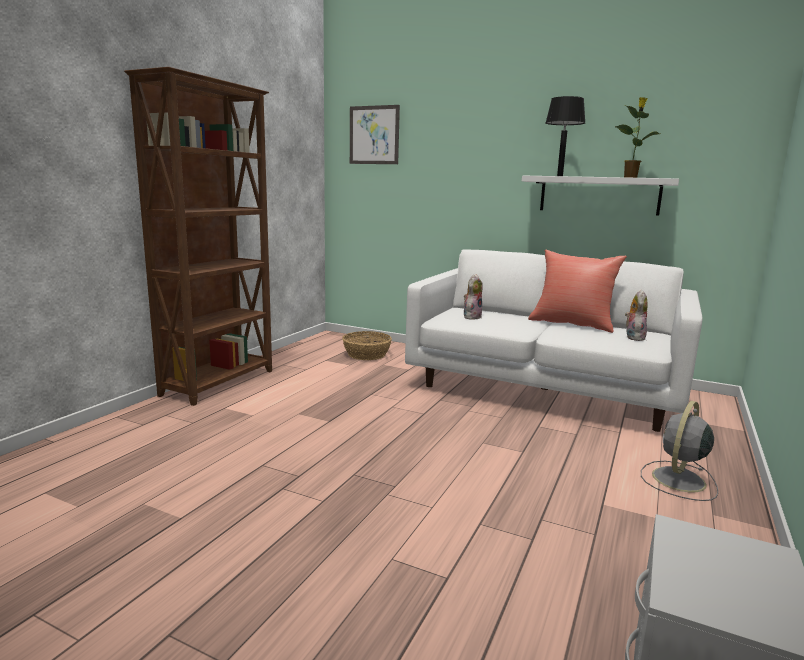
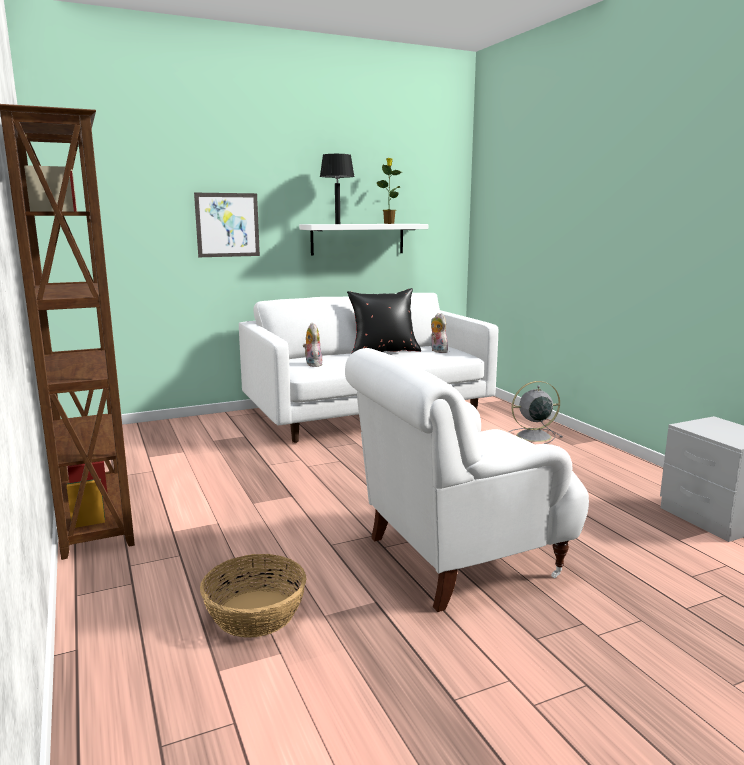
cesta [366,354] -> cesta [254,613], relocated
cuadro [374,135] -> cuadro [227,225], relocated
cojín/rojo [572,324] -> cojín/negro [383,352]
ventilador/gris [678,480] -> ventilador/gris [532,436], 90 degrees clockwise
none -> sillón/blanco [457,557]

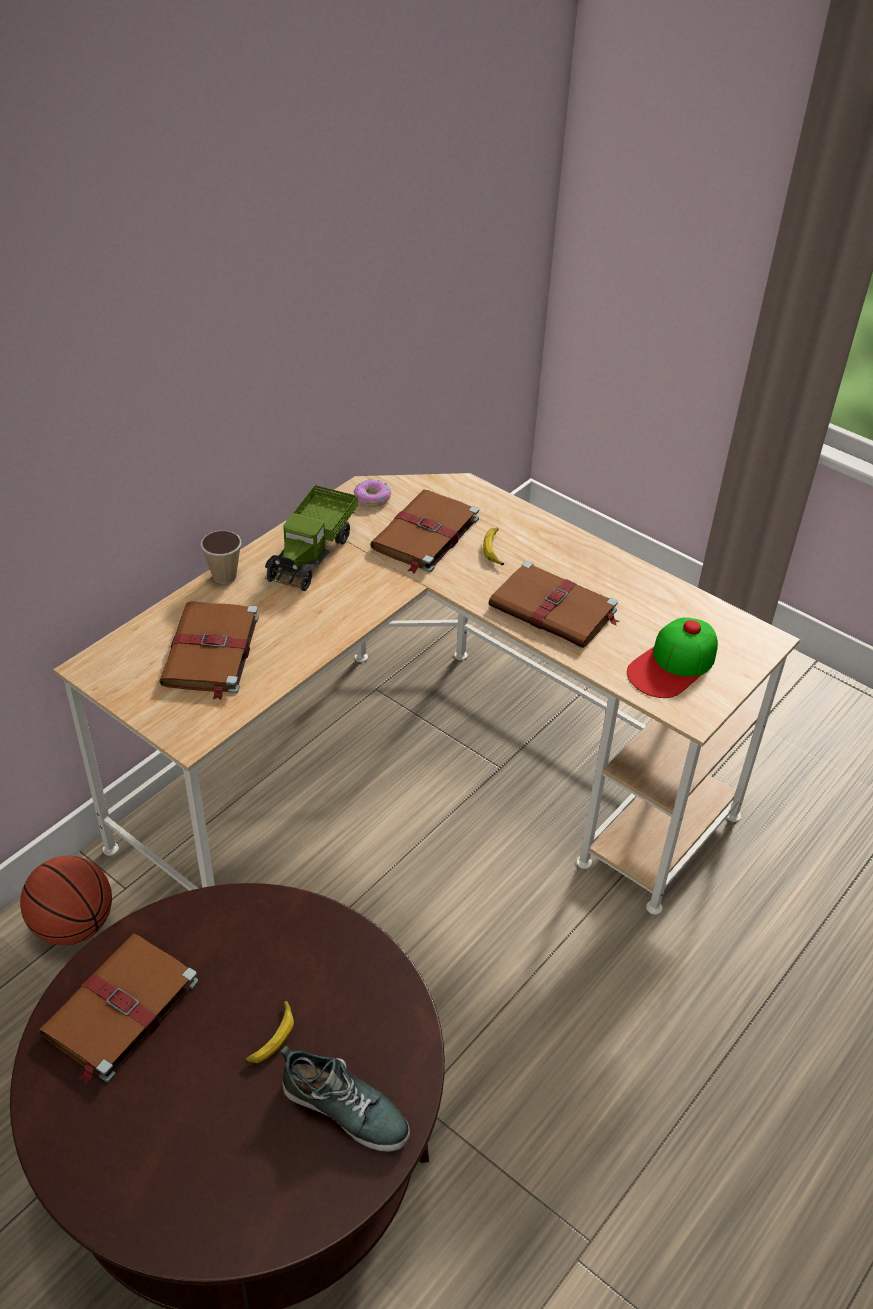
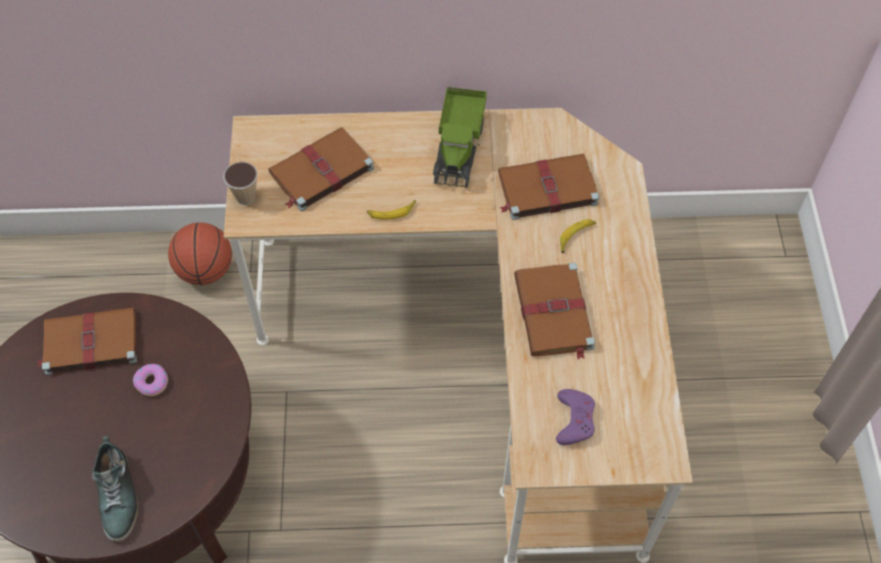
taza [224,576] -> taza [245,196], relocated
plátano [271,1037] -> plátano [391,212], relocated
camión de juguete [313,554] -> camión de juguete [459,148], 60 degrees counterclockwise
rosquilla [372,498] -> rosquilla [151,382], relocated
gorra [673,664] -> mando de consola/morado [574,419]

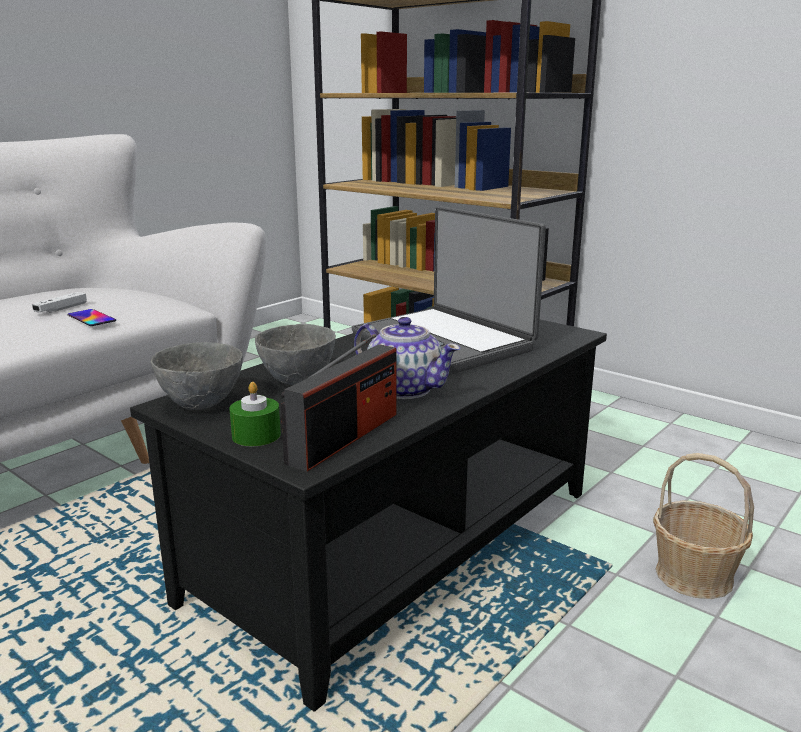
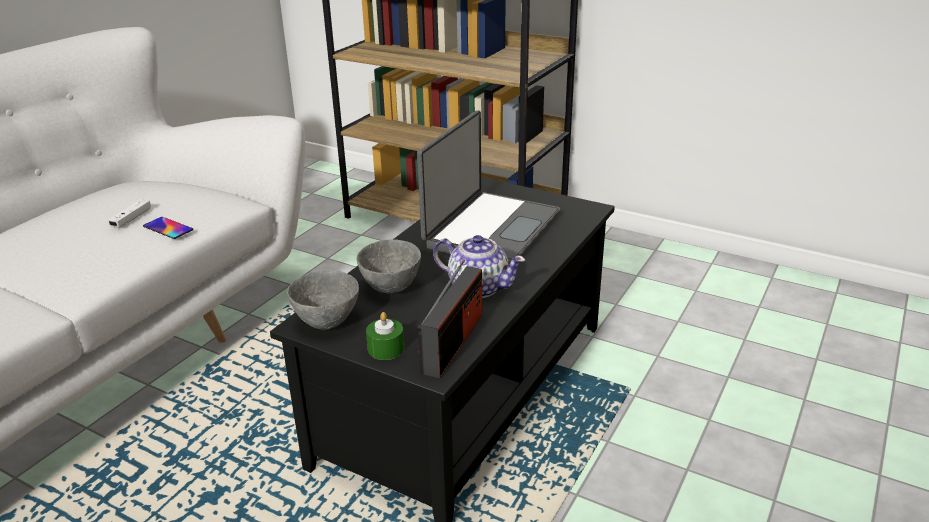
portátil [445,342] -> portátil [490,229], 105 degrees counterclockwise
cesta [694,576] -> none

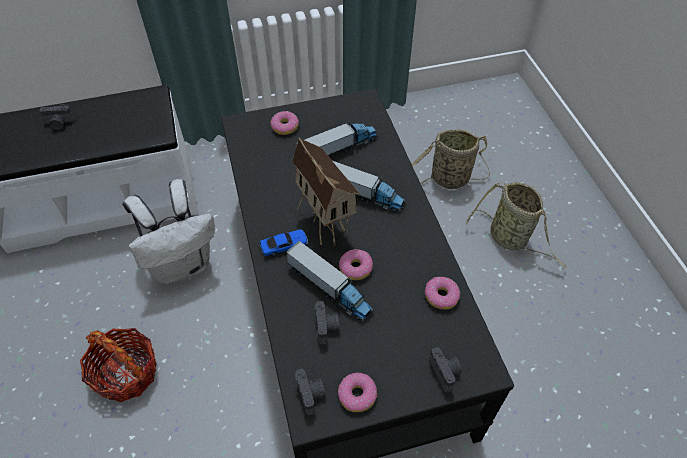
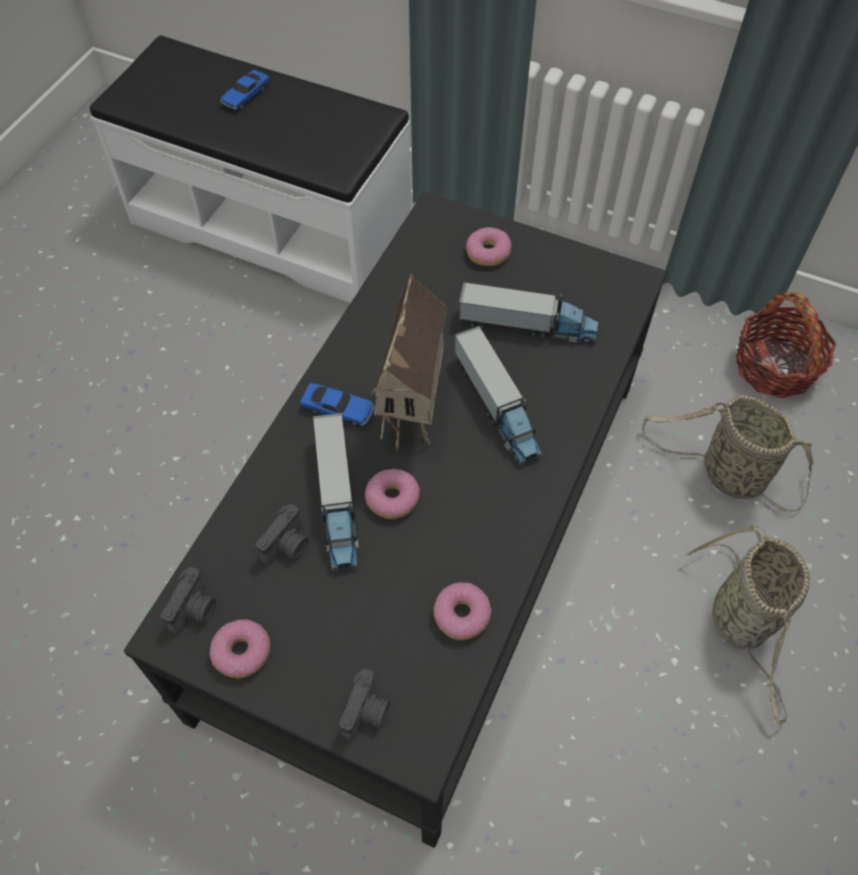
cámara [59,124] -> coche de juguete [246,96]
cesta [126,373] -> cesta [775,367], relocated
mochila/blanco [183,264] -> none

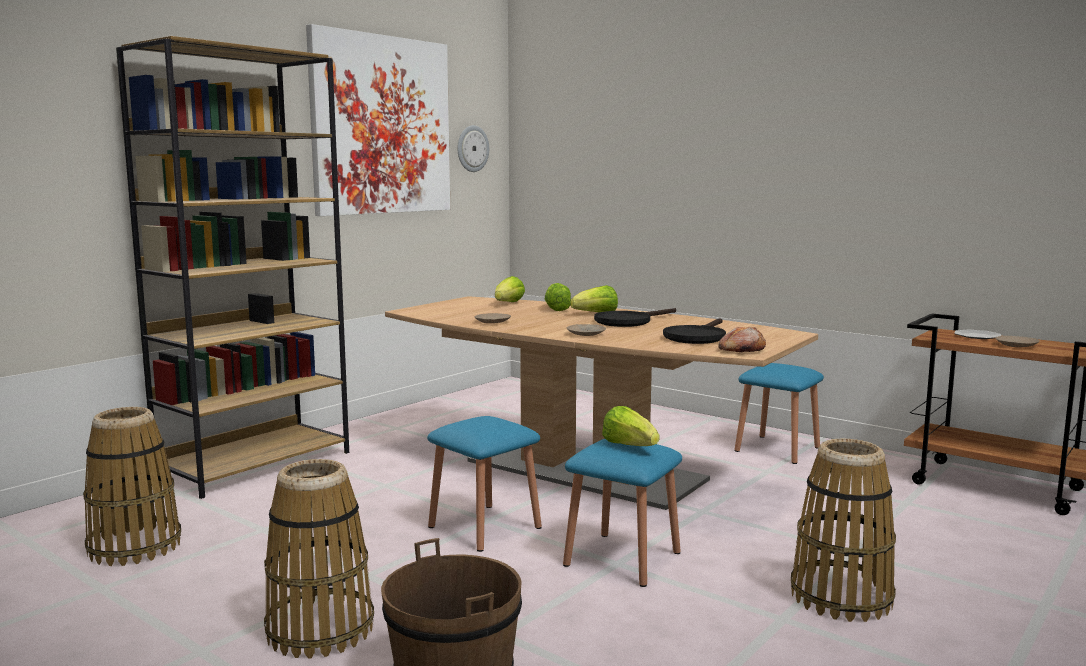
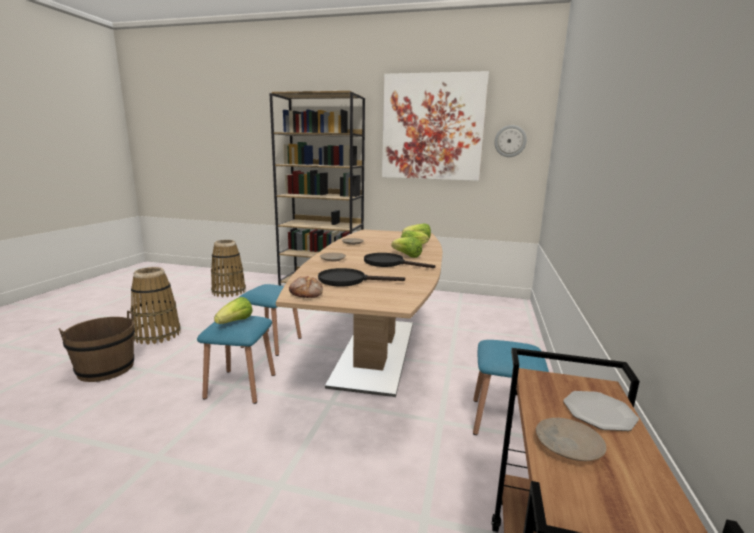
cesta [841,597] -> none

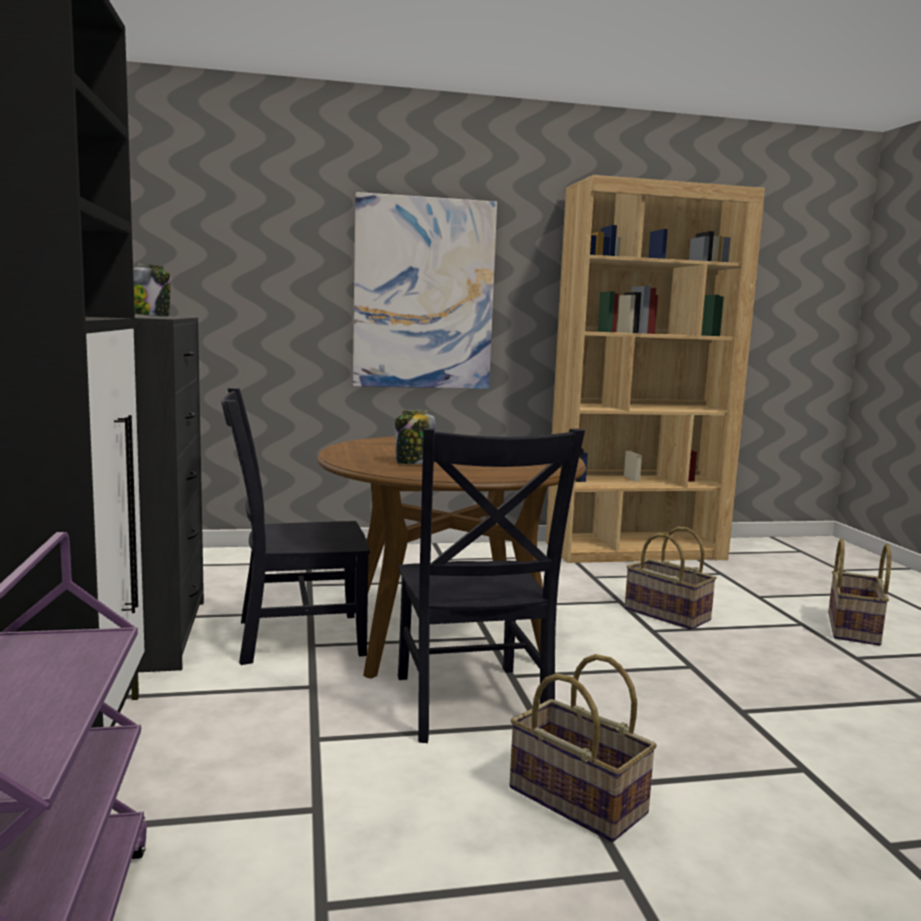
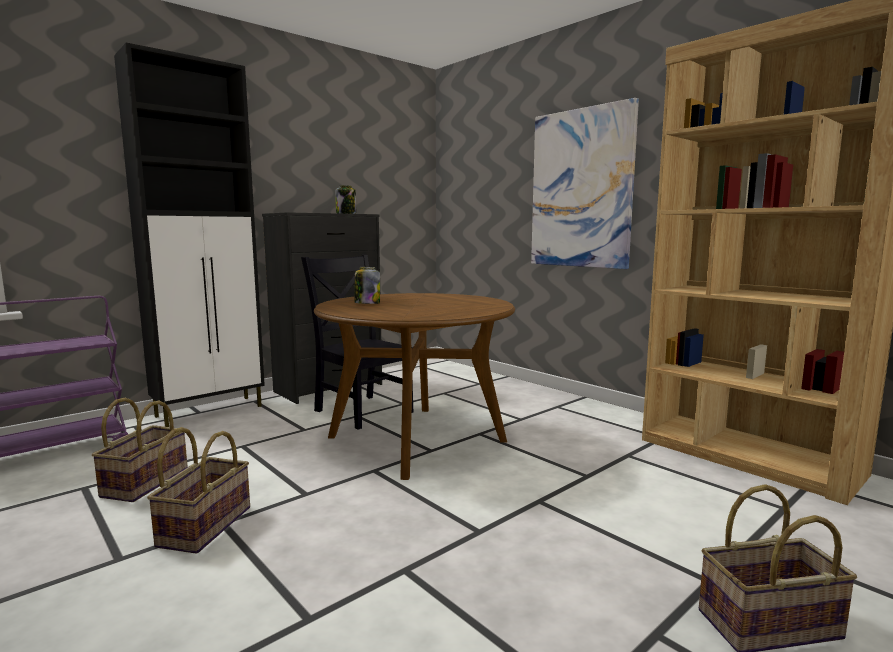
silla/negro [471,706] -> none
cesta [665,615] -> cesta [144,482], relocated

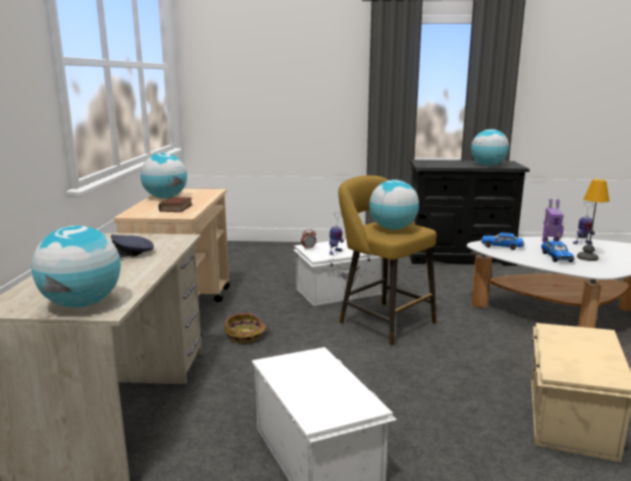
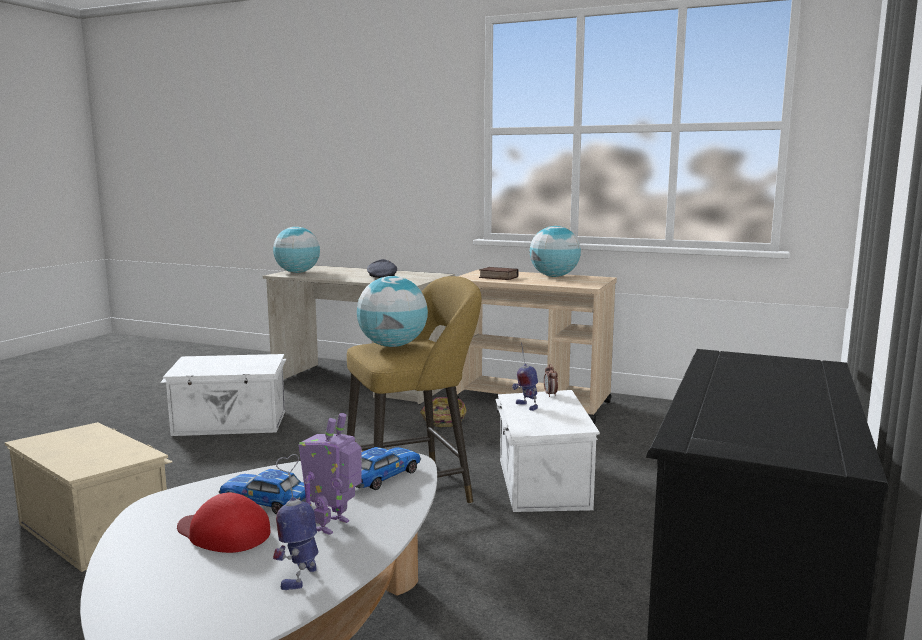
globo terráqueo [488,165] -> none
lámpara de mesa [587,257] -> gorra/rojo [223,533]

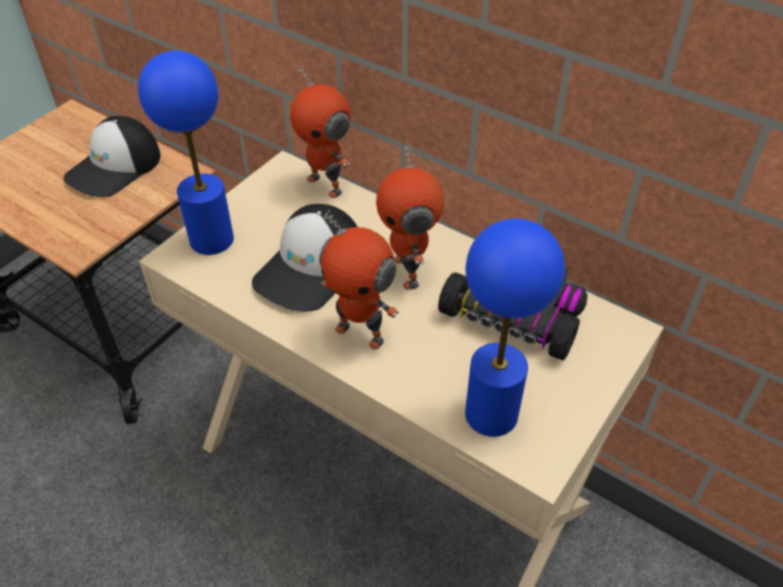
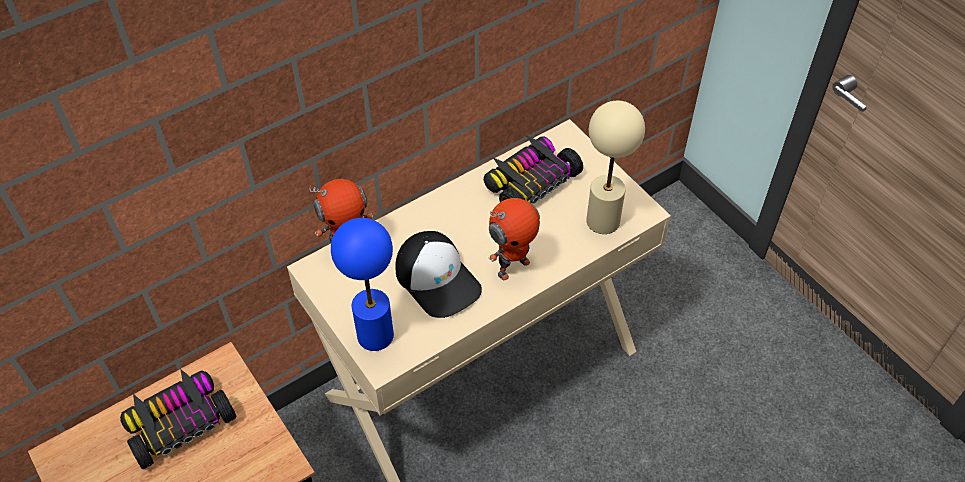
gorra [115,168] -> coche de juguete [179,422]
robot de juguete [409,271] -> none
lámpara de mesa/azul [491,415] -> lámpara de mesa/beis [603,221]

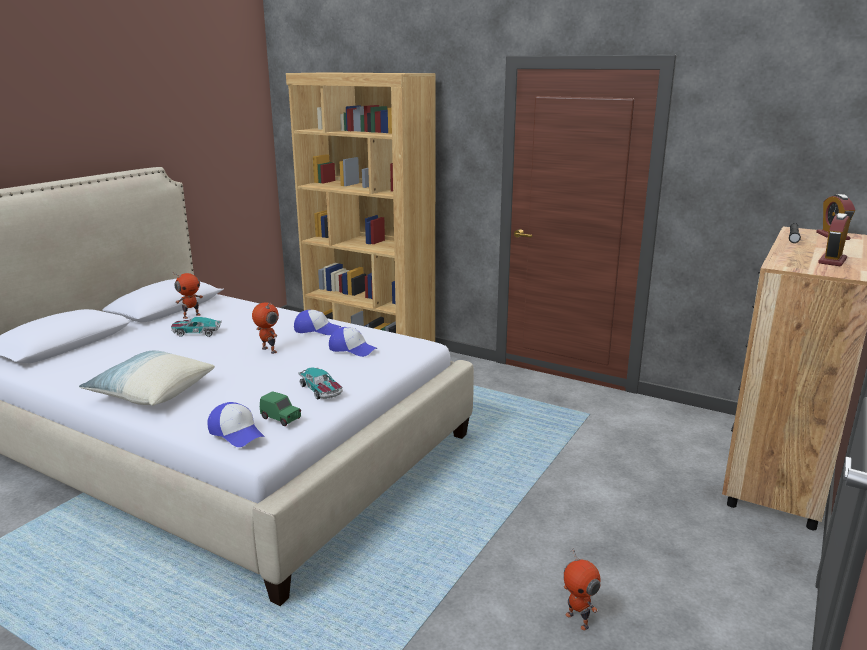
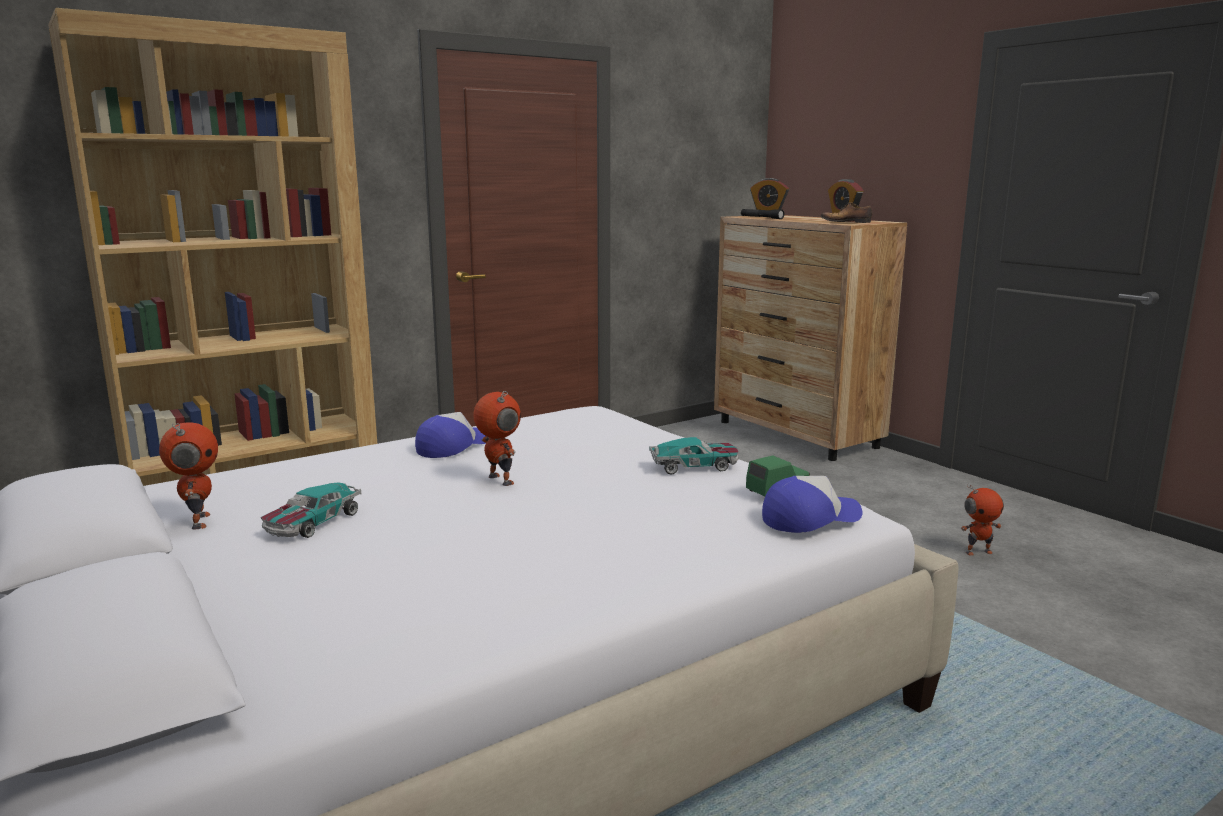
cojín [151,393] -> none
robot de juguete [268,350] -> robot de juguete [499,480], 75 degrees clockwise
gorra [352,349] -> none
none -> zapato [846,222]

